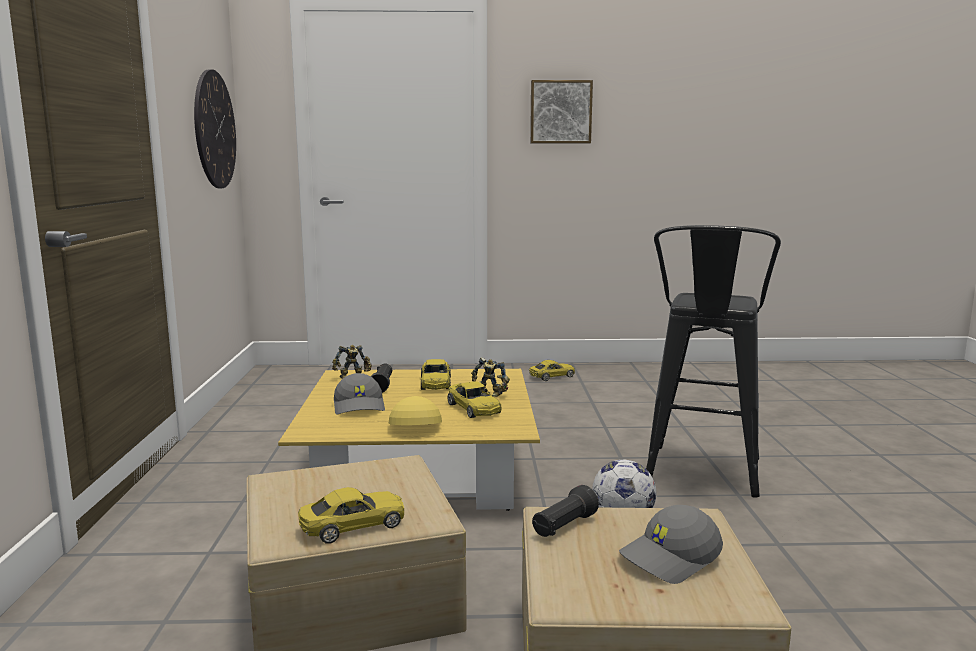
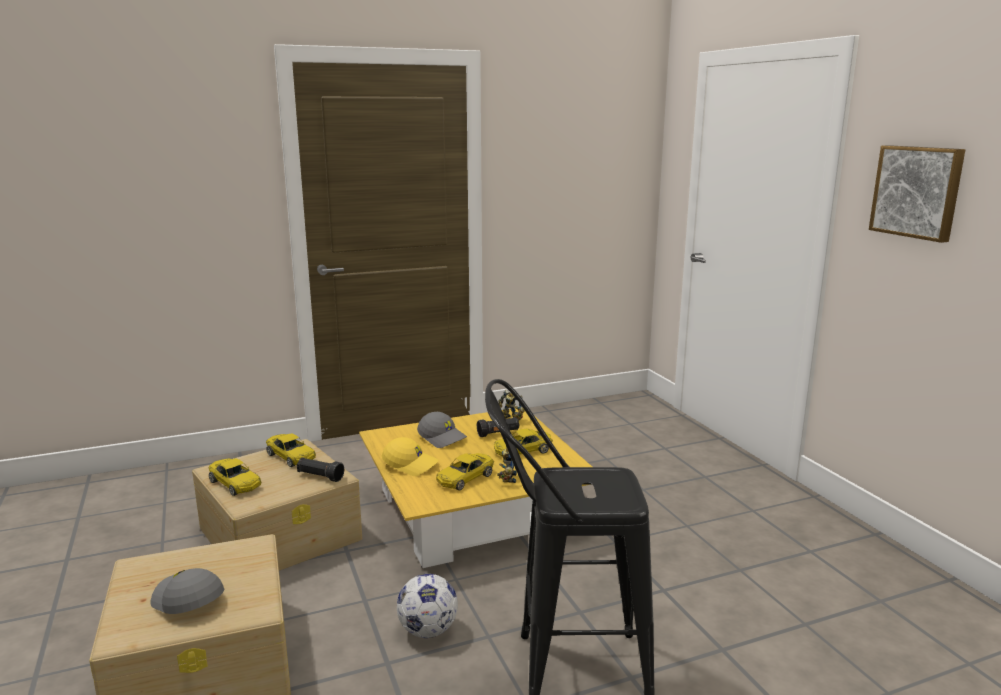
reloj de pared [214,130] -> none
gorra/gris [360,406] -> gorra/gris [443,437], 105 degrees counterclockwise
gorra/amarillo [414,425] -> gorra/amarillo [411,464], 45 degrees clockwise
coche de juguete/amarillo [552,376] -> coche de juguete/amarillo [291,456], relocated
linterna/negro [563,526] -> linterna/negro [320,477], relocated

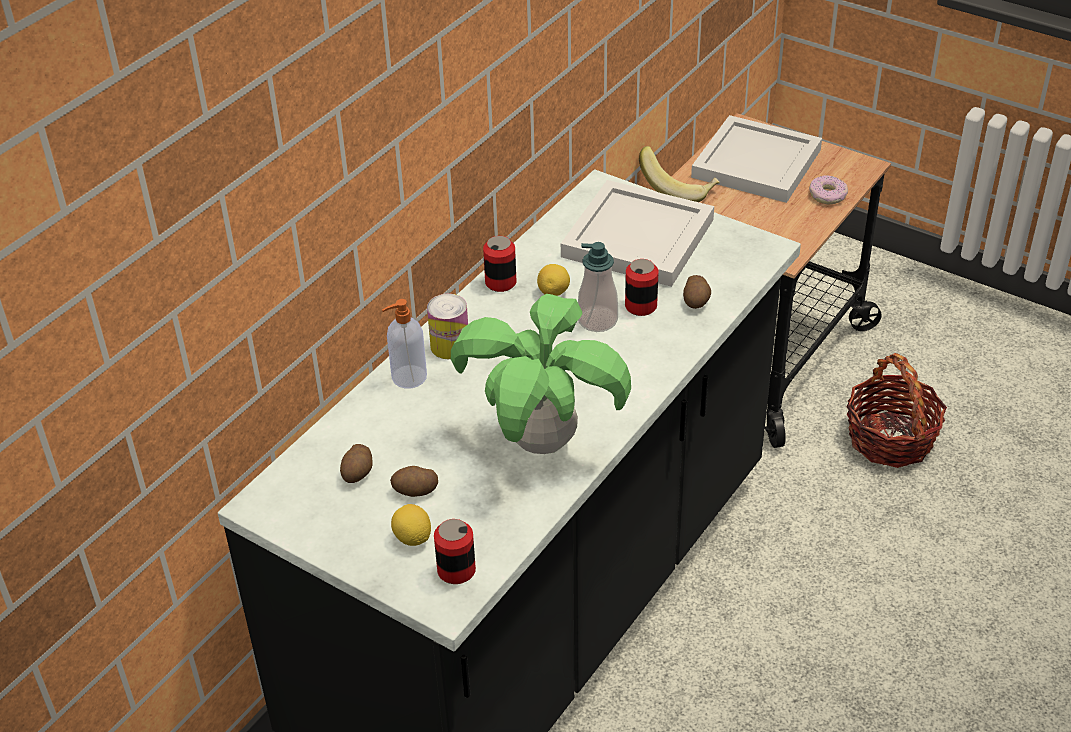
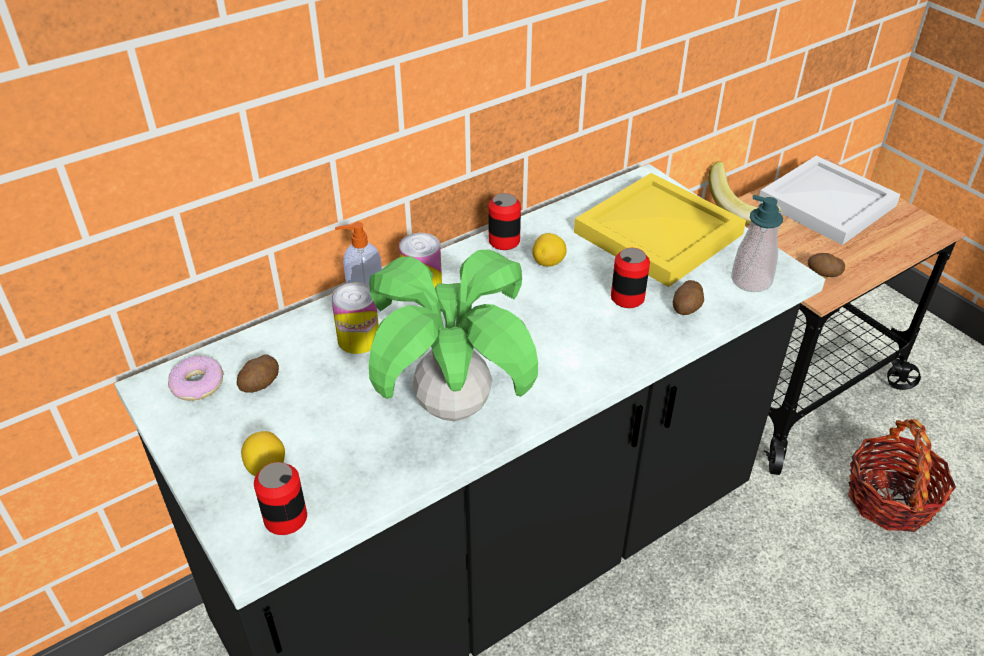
patata [415,491] -> patata [823,273], relocated
bandeja/blanco [640,237] -> bandeja/amarillo [661,233]
dispensador de jabón [597,320] -> dispensador de jabón [751,280], relocated
rosquilla [827,195] -> rosquilla [198,384], relocated
none -> lata [359,339]

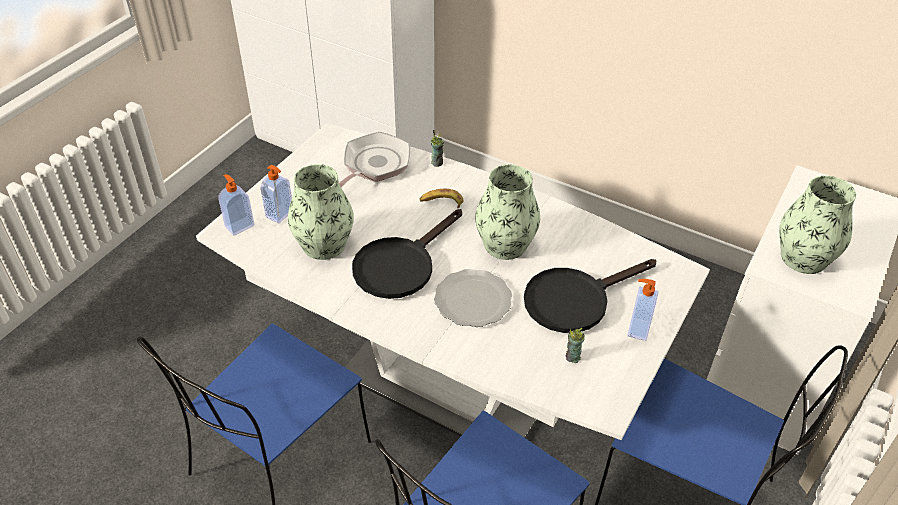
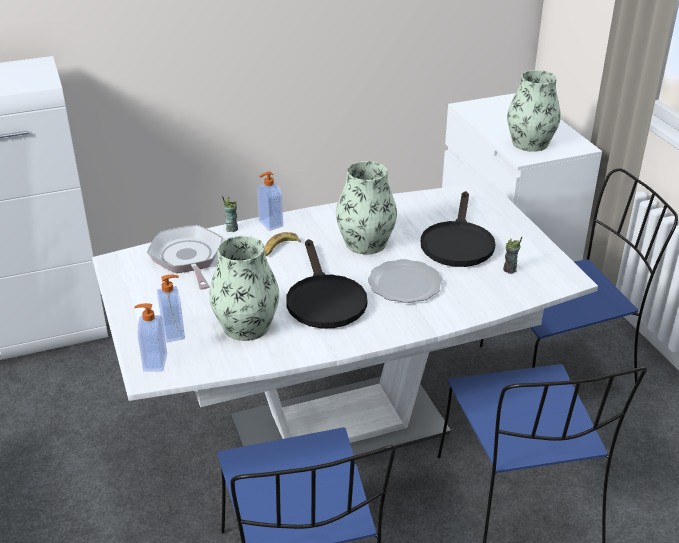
dispensador de jabón [637,329] -> dispensador de jabón [270,224], relocated

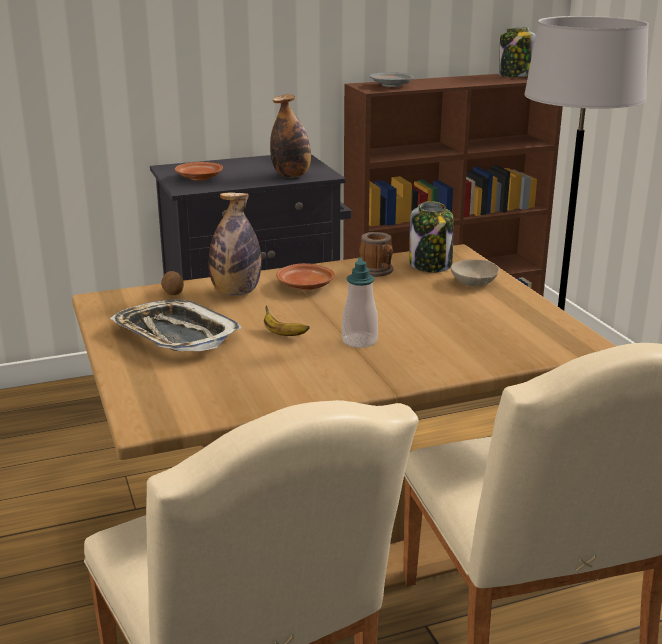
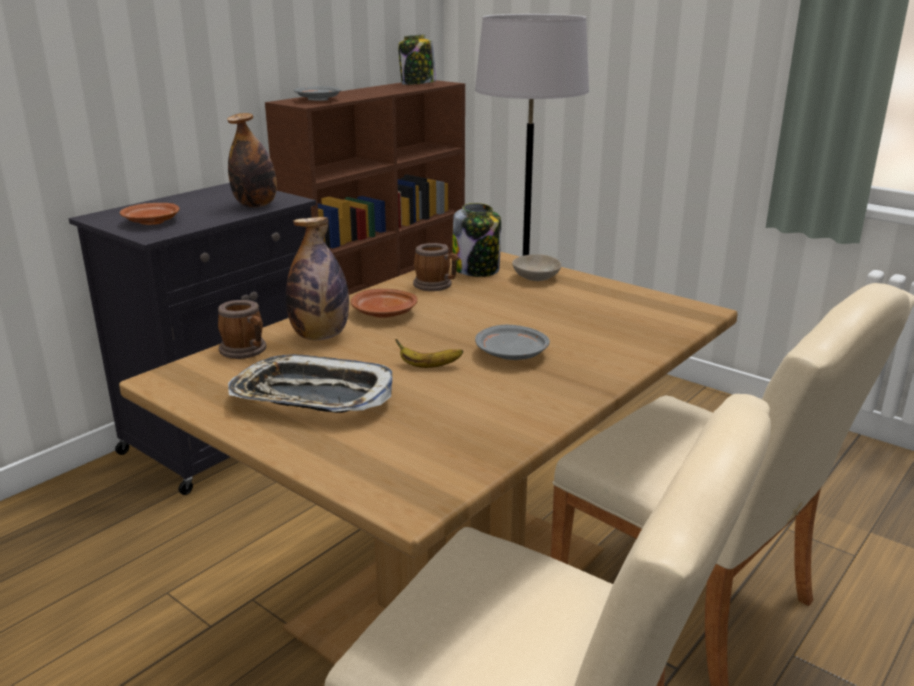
patata [173,292] -> taza grande [246,351]
dispensador de jabón [359,341] -> plato/gris [512,354]

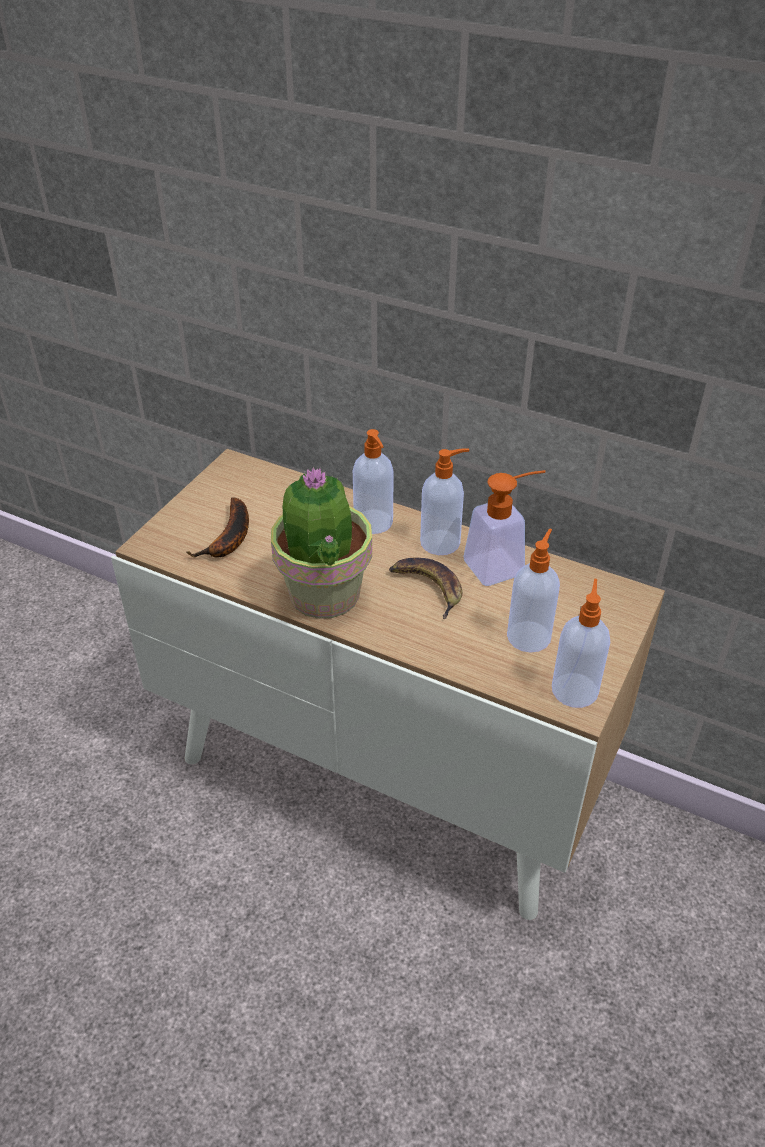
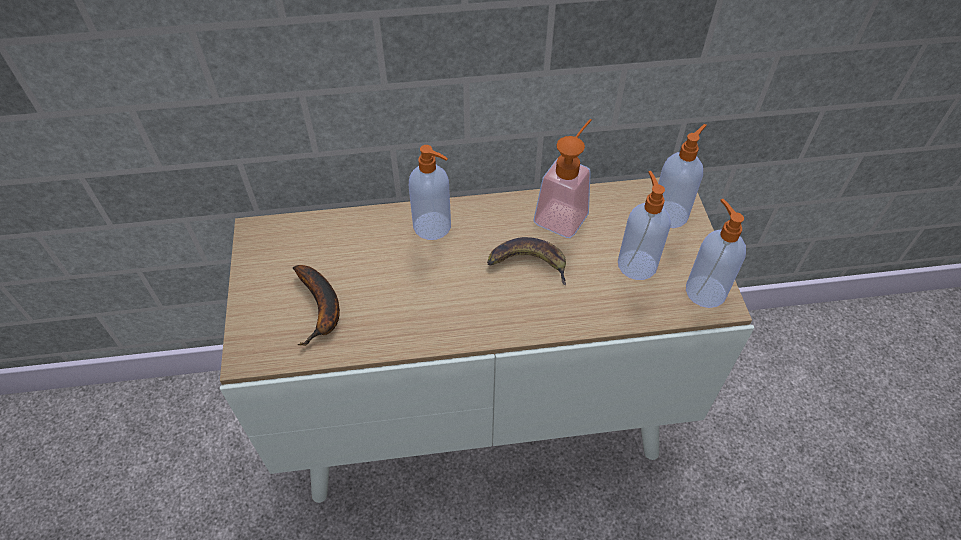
planta en maceta [324,595] -> none
dispensador de jabón [441,542] -> dispensador de jabón [670,213], relocated

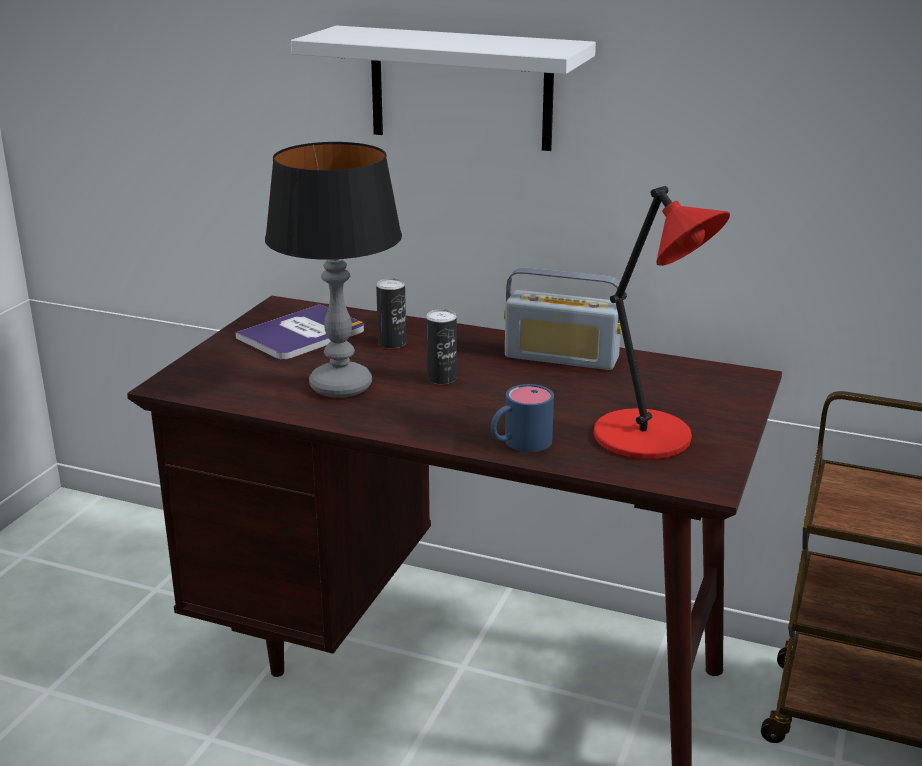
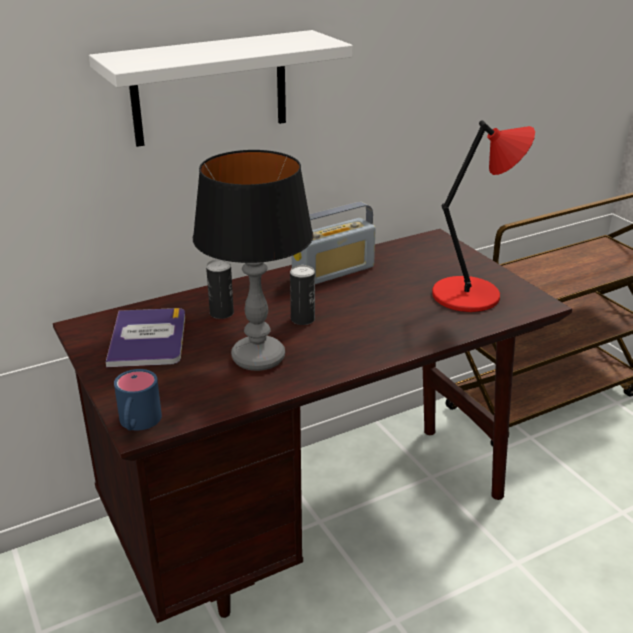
taza grande/azul [519,443] -> taza grande/azul [137,423], relocated

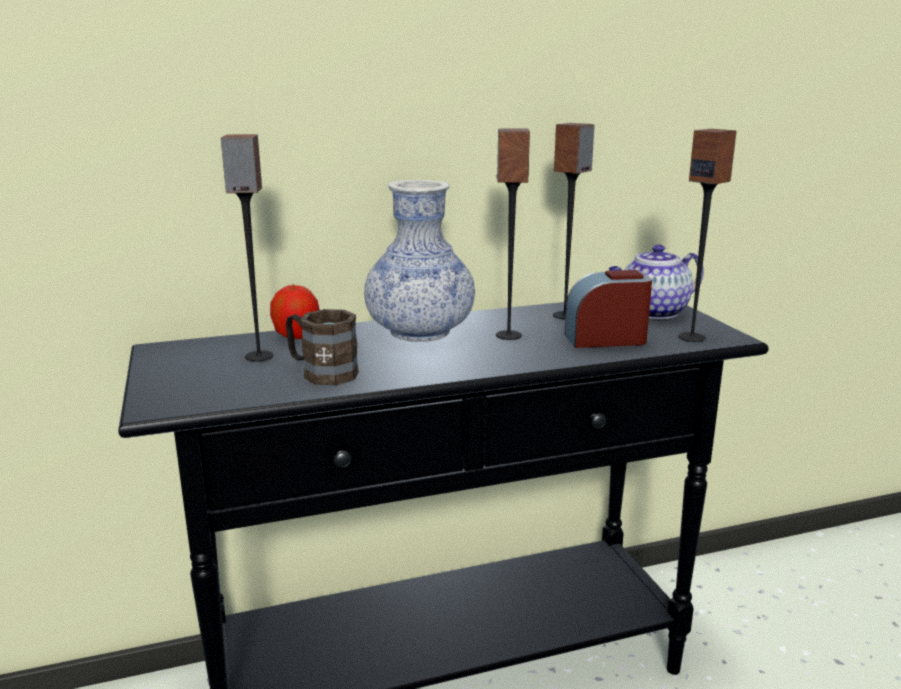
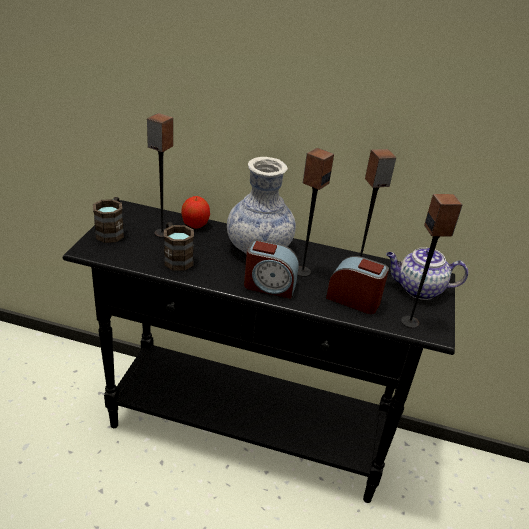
none -> taza grande/marrón [112,231]
none -> despertador [269,286]

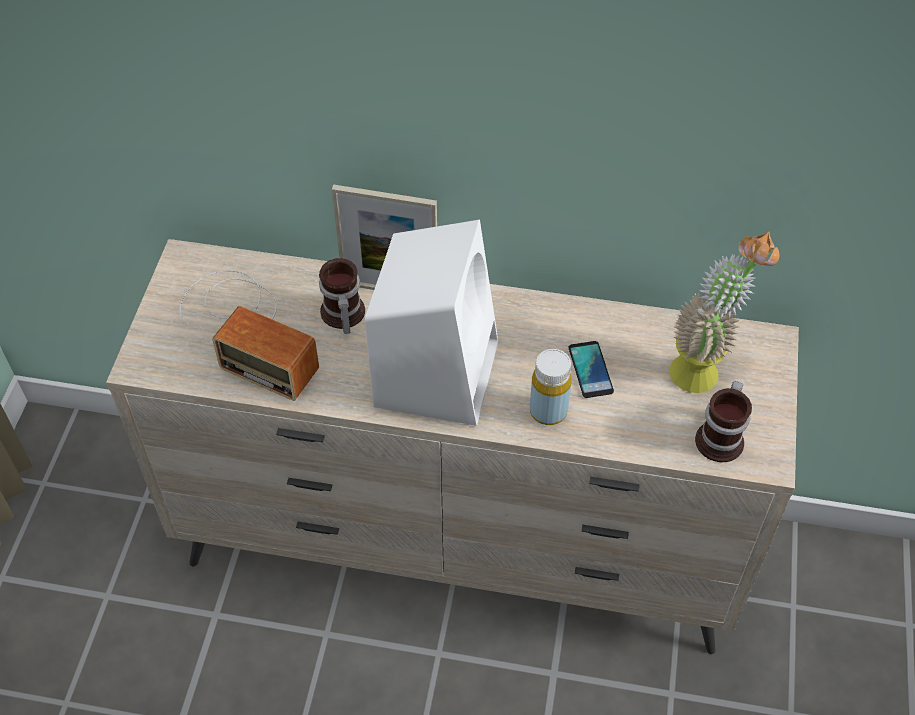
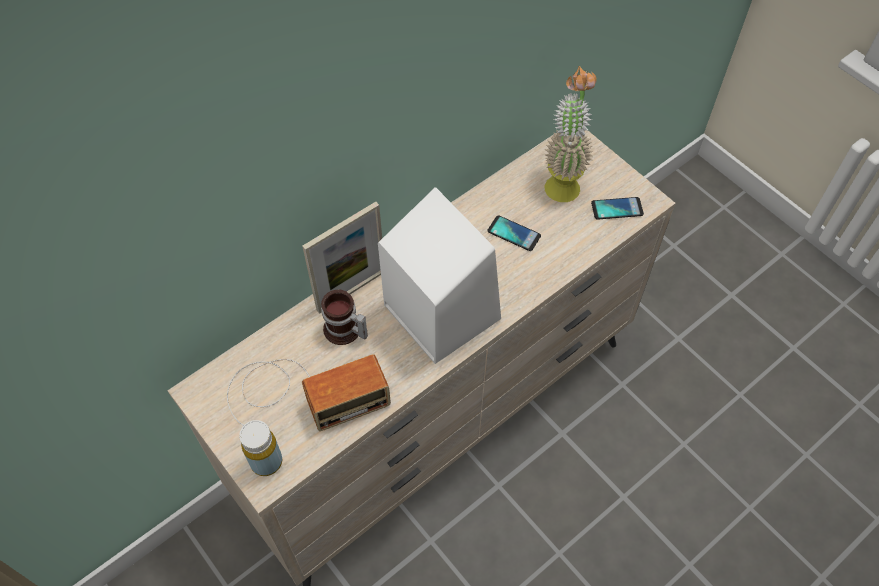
botella/amarillo [548,411] -> botella/amarillo [266,461], relocated
taza grande [723,438] -> móvil [617,209]

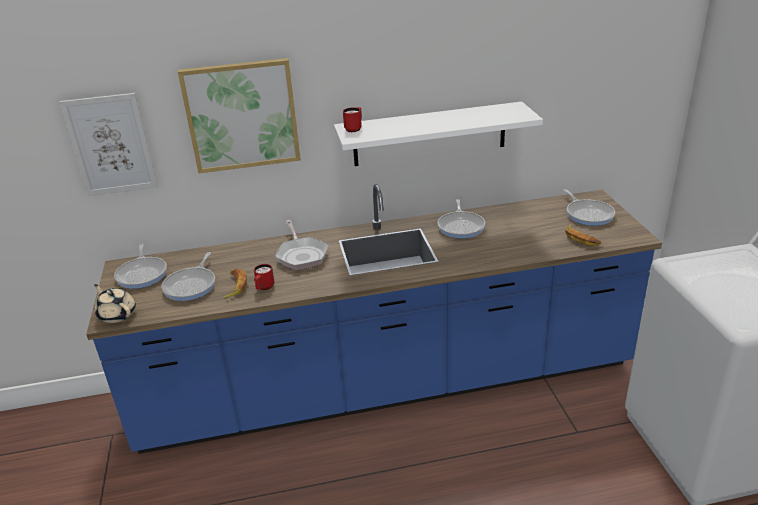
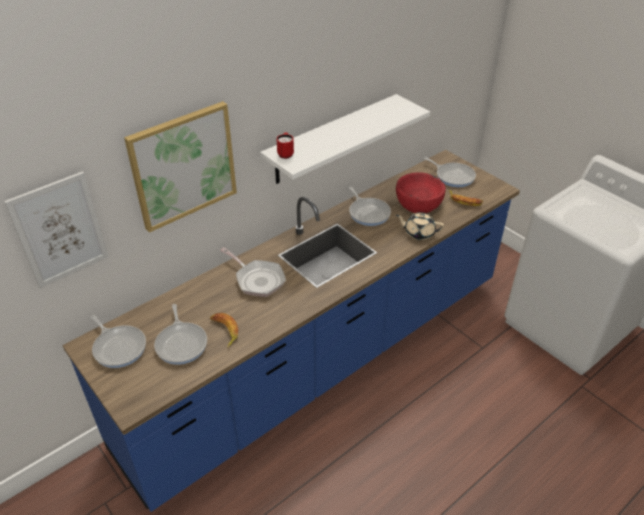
tetera/beis [117,314] -> tetera/beis [419,233], relocated
taza grande/rojo [264,288] -> none
none -> cuenco/rojo [418,203]

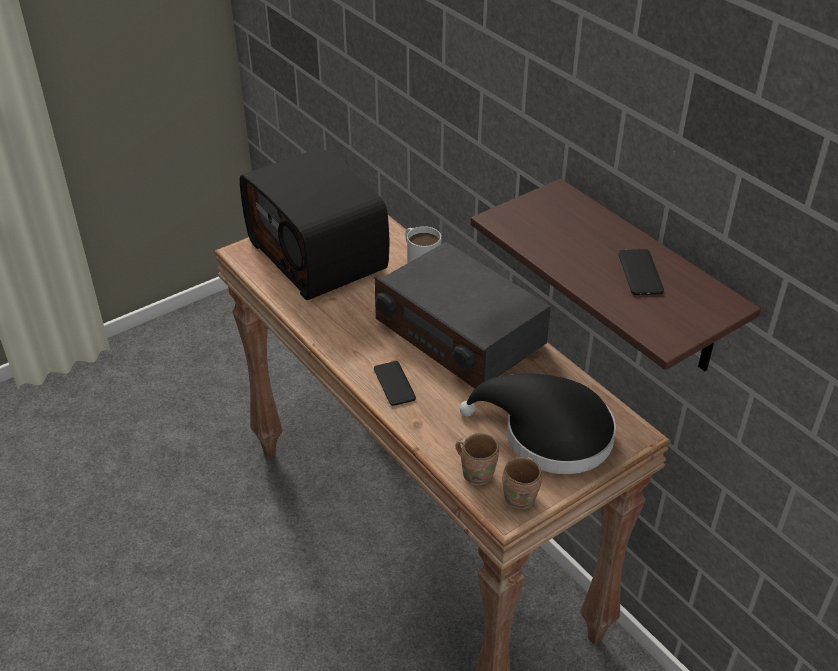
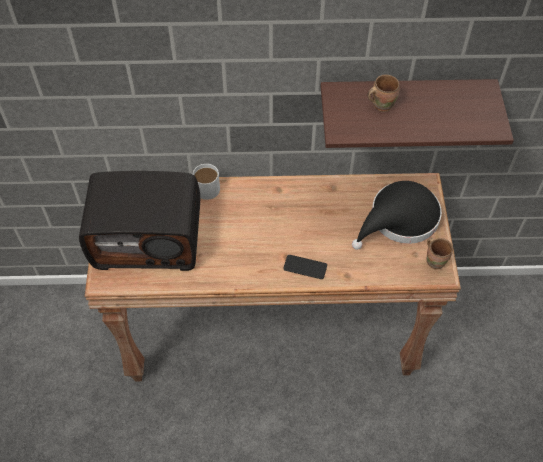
radio [459,333] -> none
taza grande/marrón [477,473] -> taza grande/marrón [381,104], relocated
móvil [640,273] -> none

